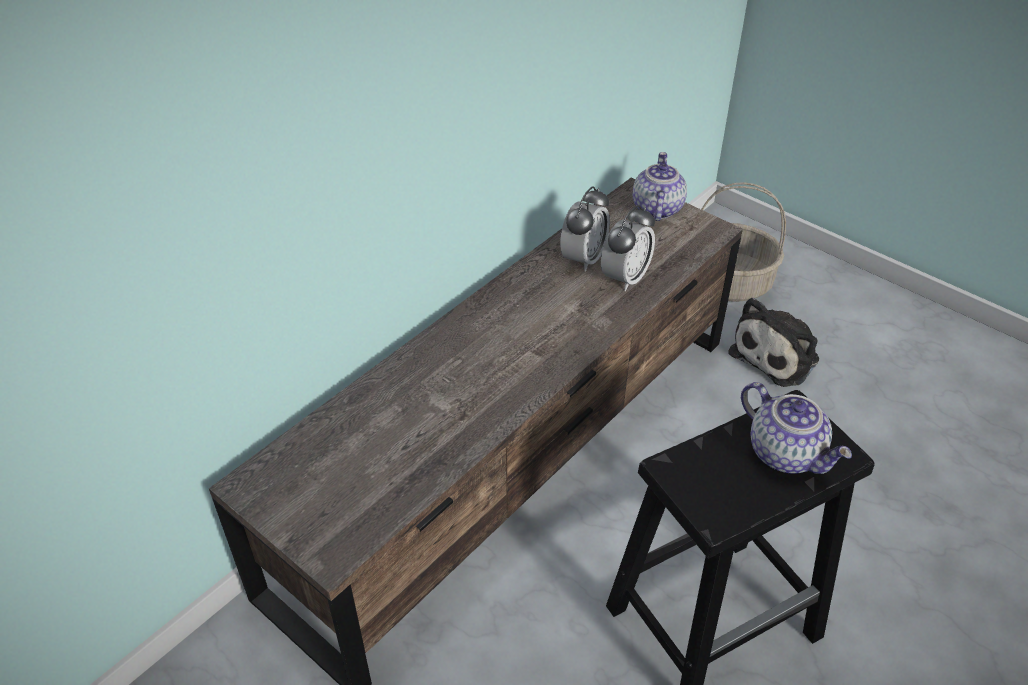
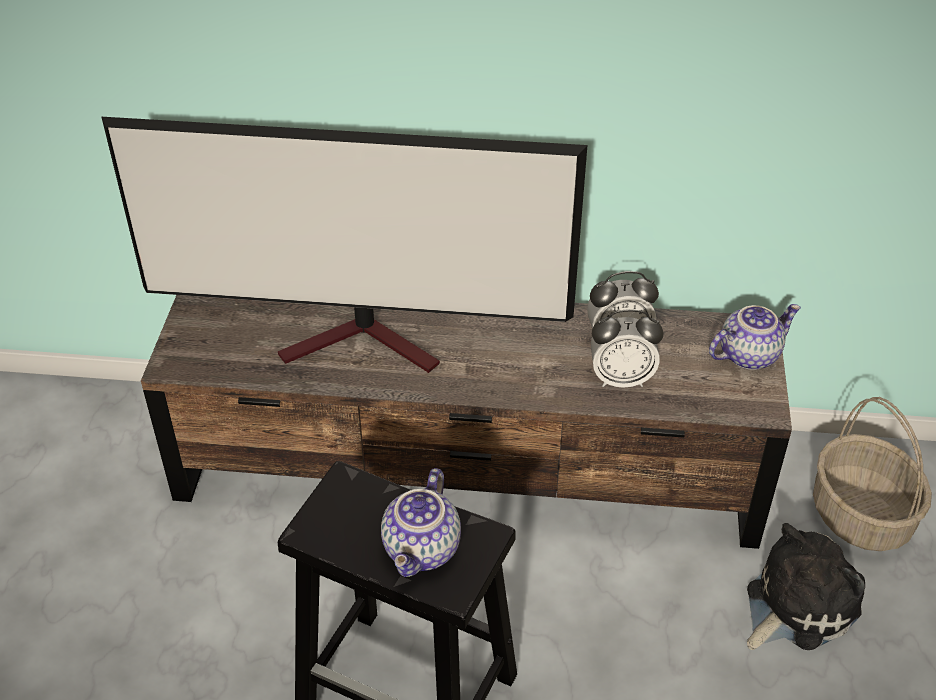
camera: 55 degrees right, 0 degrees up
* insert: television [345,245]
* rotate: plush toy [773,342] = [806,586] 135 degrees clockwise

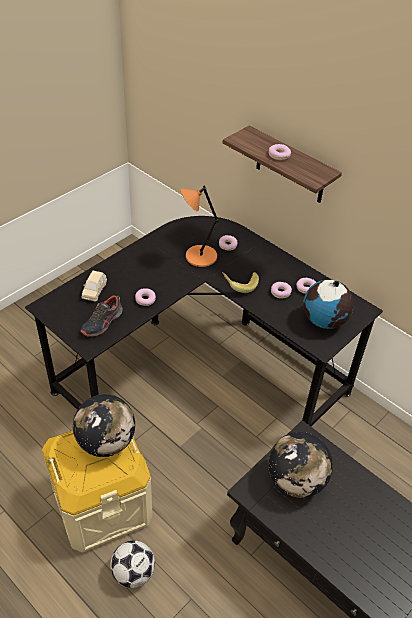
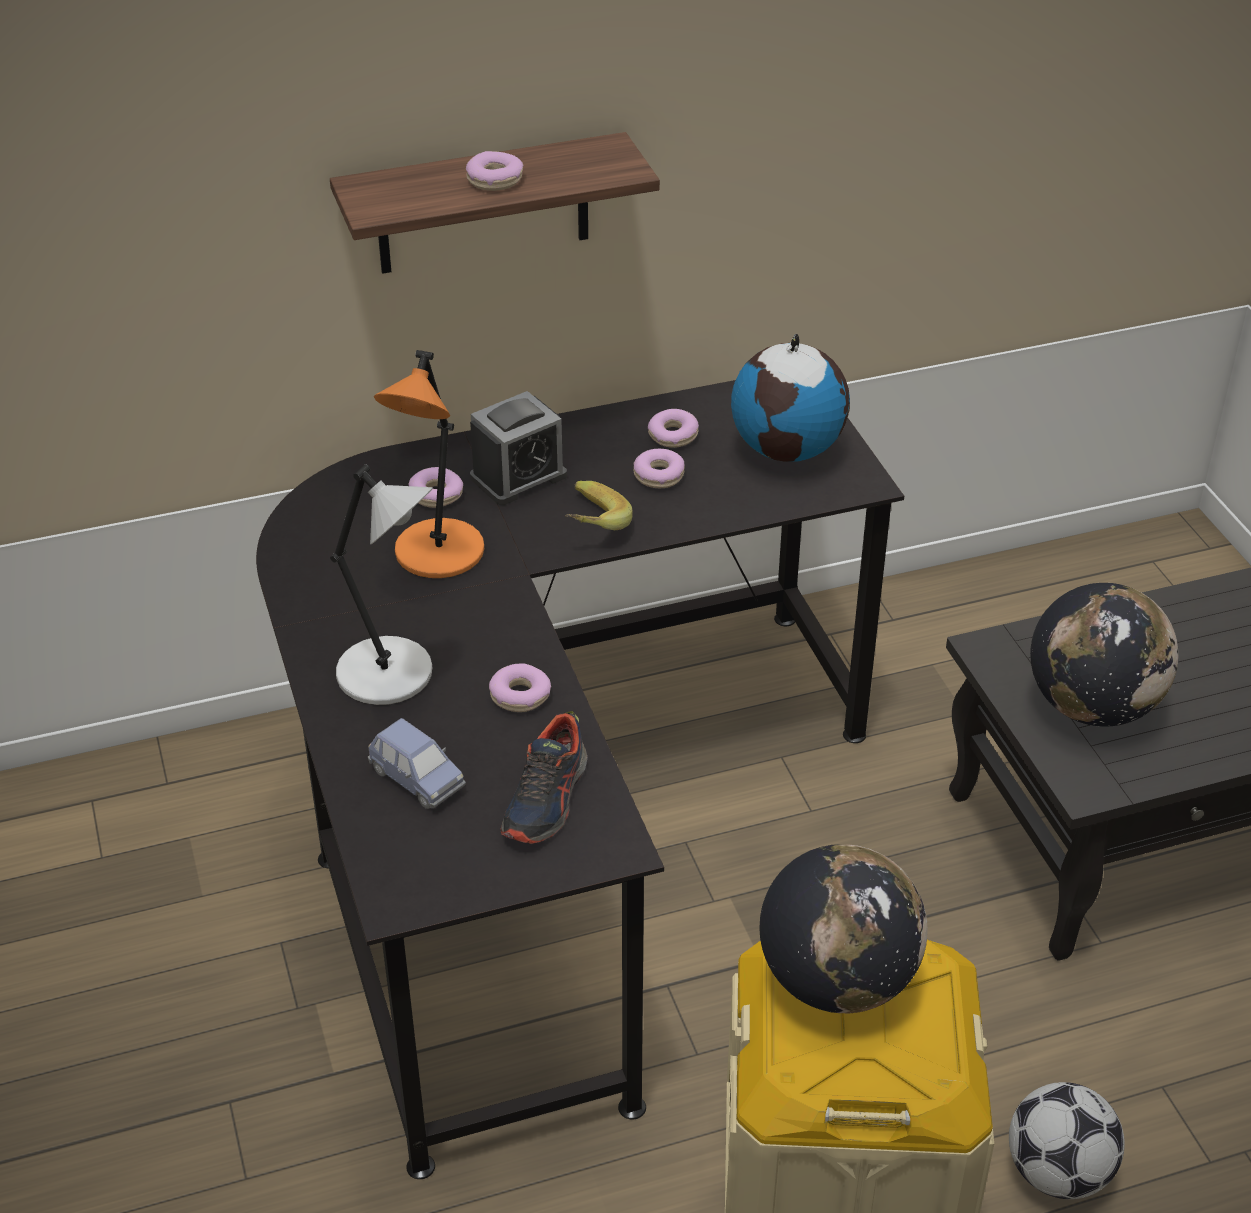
camera: 60 degrees left, 5 degrees down
* insert: grey table lamp [381,585]
* insert: alarm clock [518,448]
* recolor: beige toy car [94,286] to blue toy car [417,763]
* rotate: shoe [101,315] = [543,777] 45 degrees clockwise

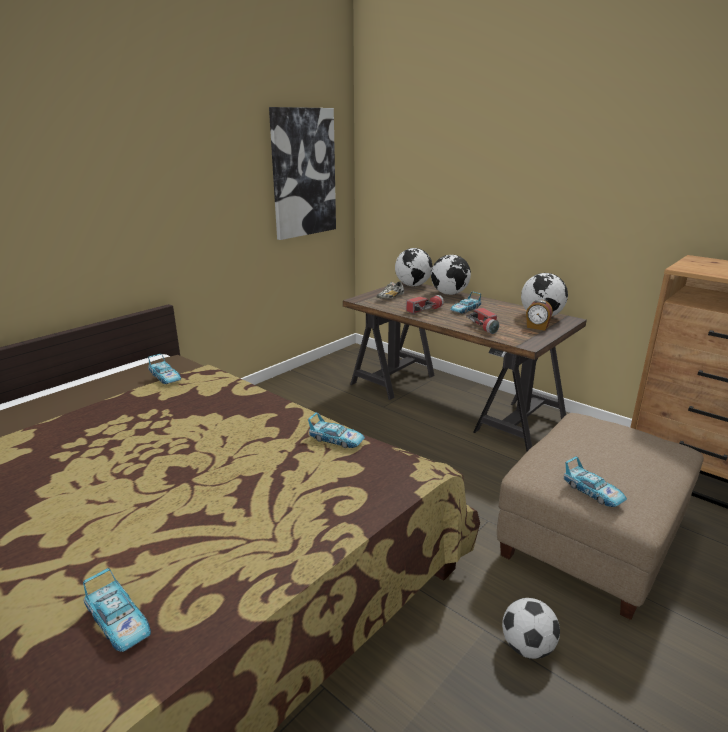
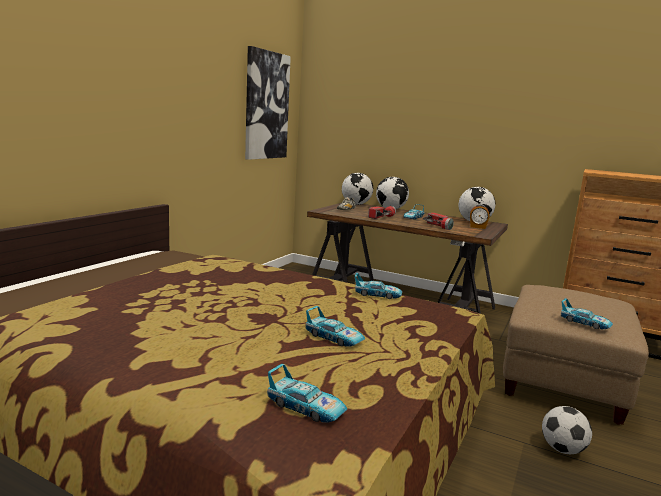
camera: 15 degrees left, 10 degrees down
* move: toy car [164,369] to [335,326]

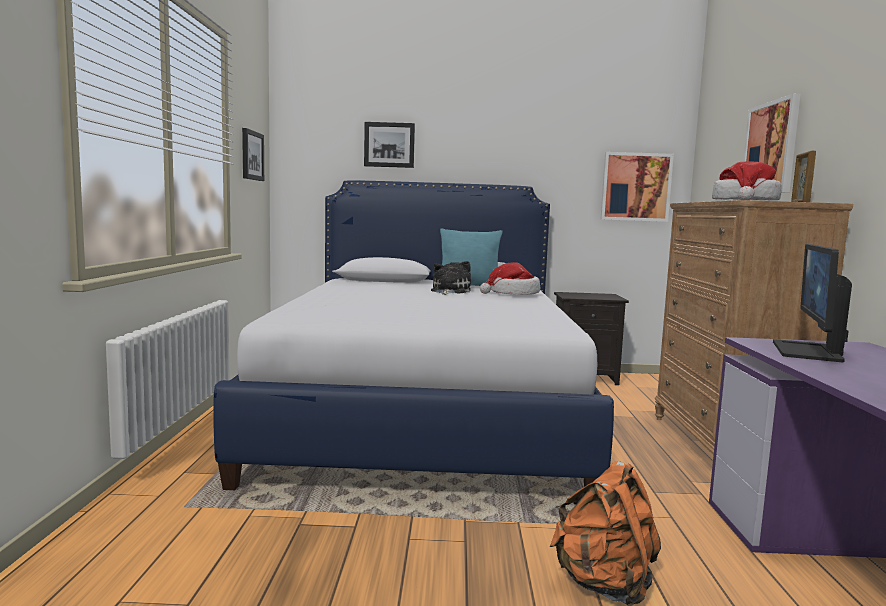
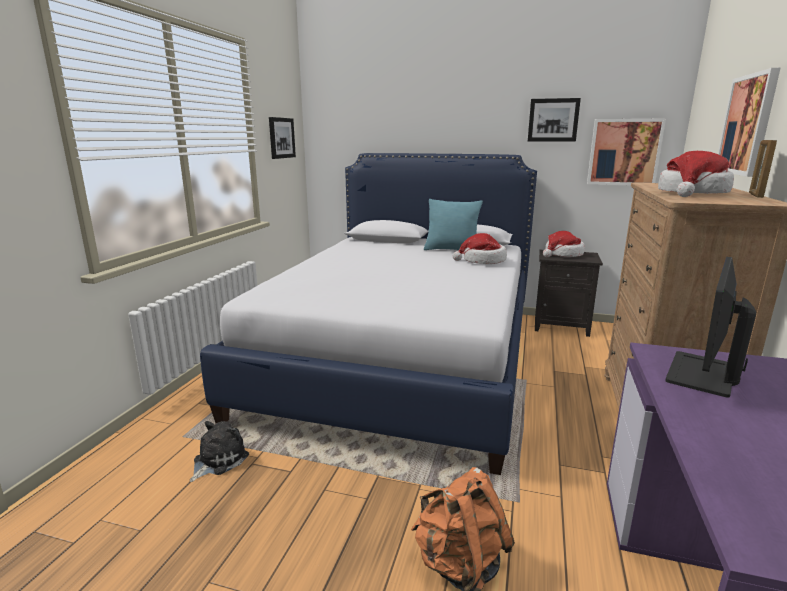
camera: 15 degrees right, 10 degrees up
* insert: hat [564,244]
* move: picture [389,145] to [554,120]
* move: plush toy [451,278] to [219,451]

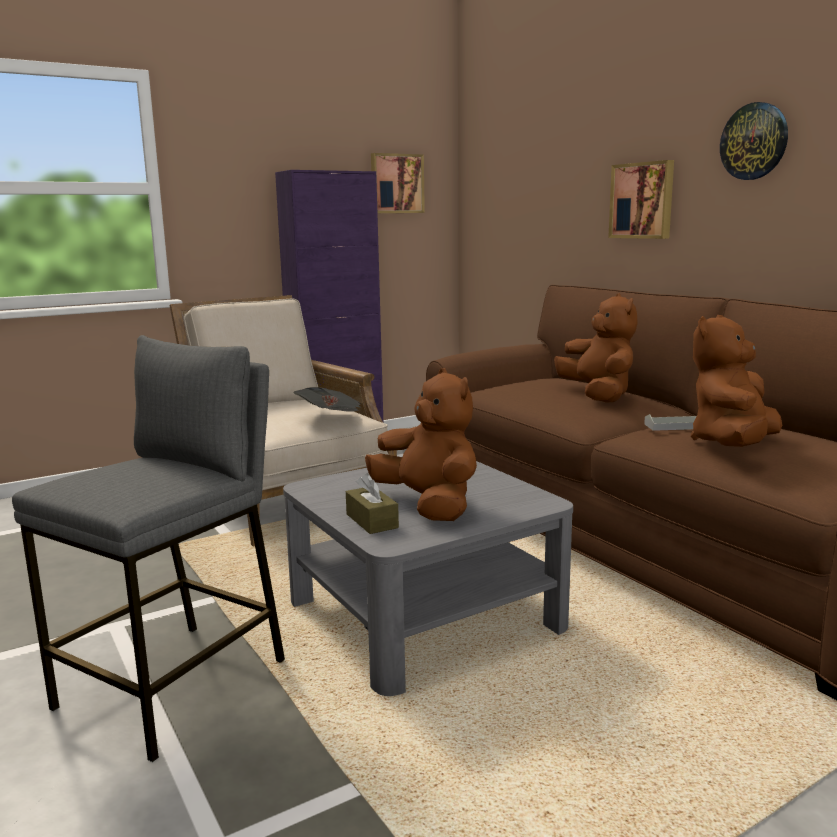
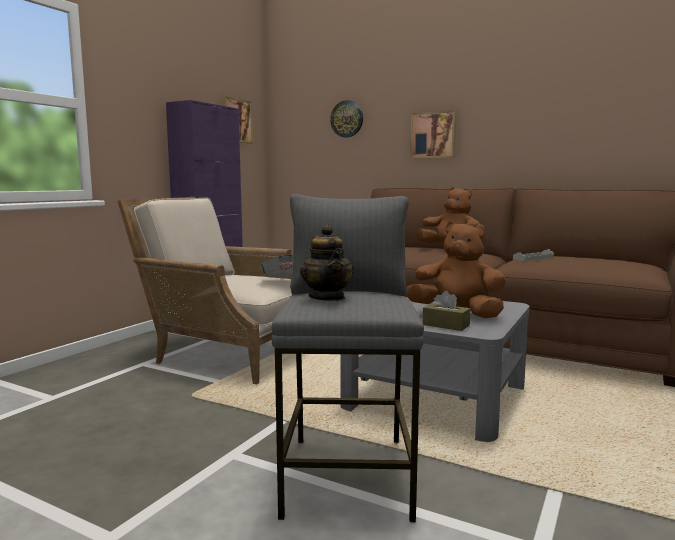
camera: 30 degrees left, 5 degrees down
* delete: brown plush toy [736,381]
* insert: teapot [327,263]
* move: wall clock [754,141] to [346,118]

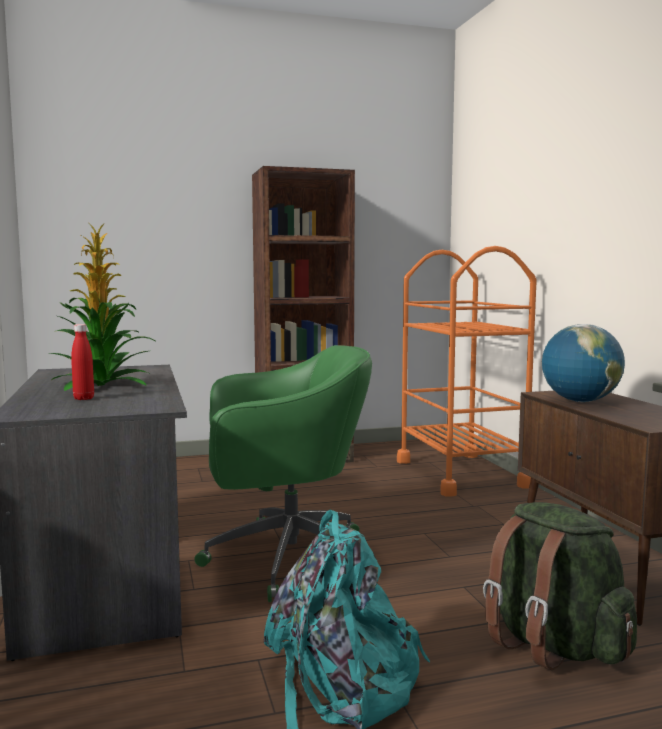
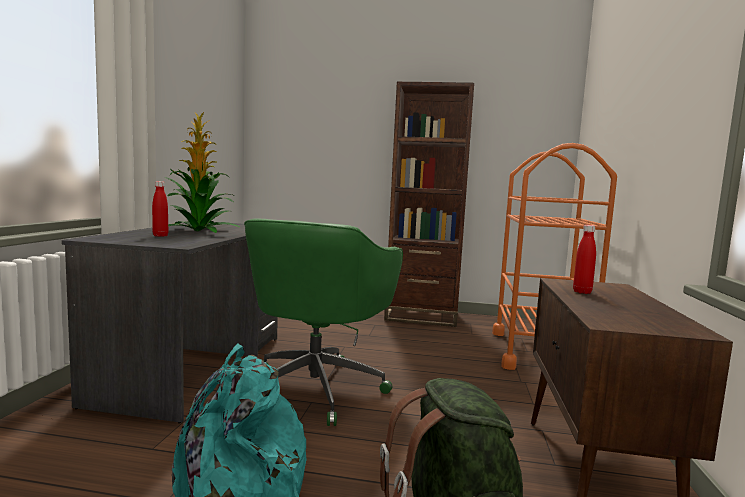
camera: 25 degrees right, 0 degrees up
* replace: globe [583,363] to red bottle [584,259]
* rotate: green office chair [283,473] = [323,322] 90 degrees clockwise

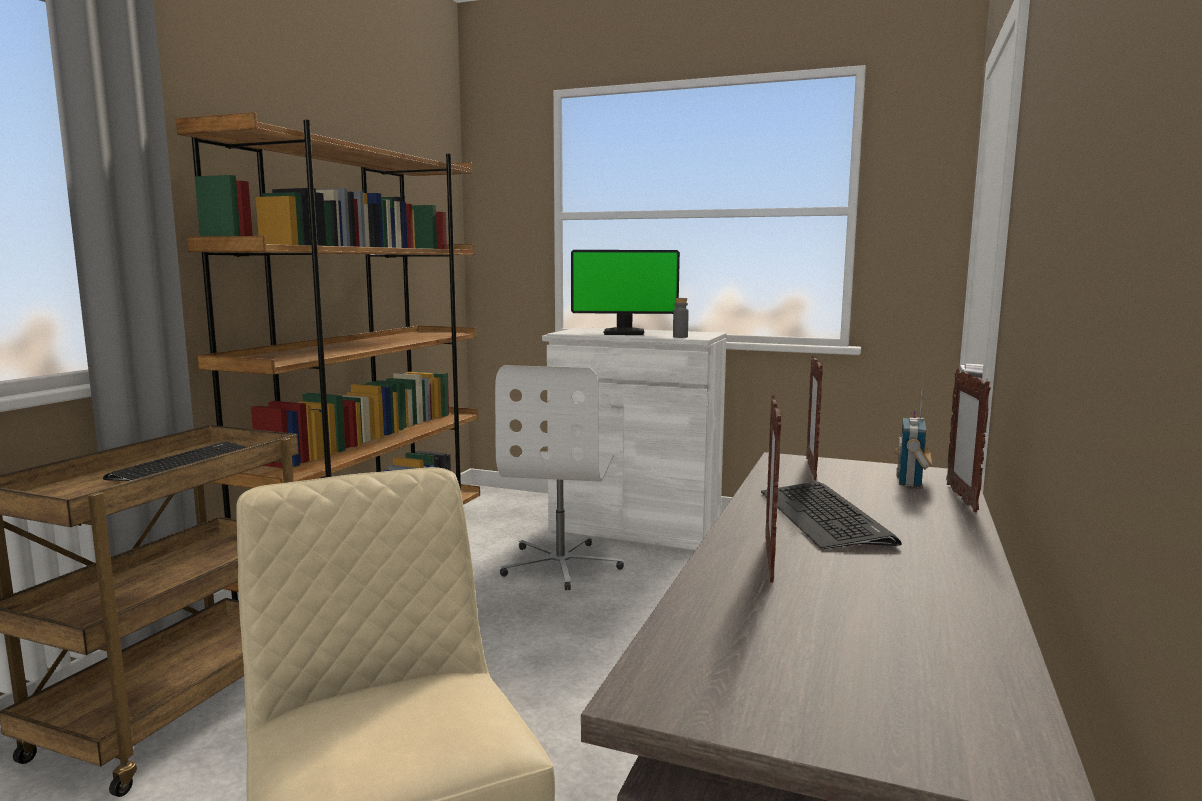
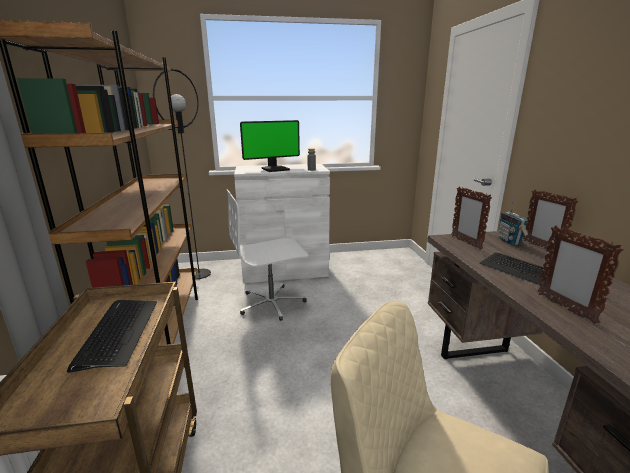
camera: 30 degrees left, 10 degrees up
* insert: black floor lamp [182,174]
* rotate: white office chair [559,478] = [268,255] 90 degrees clockwise

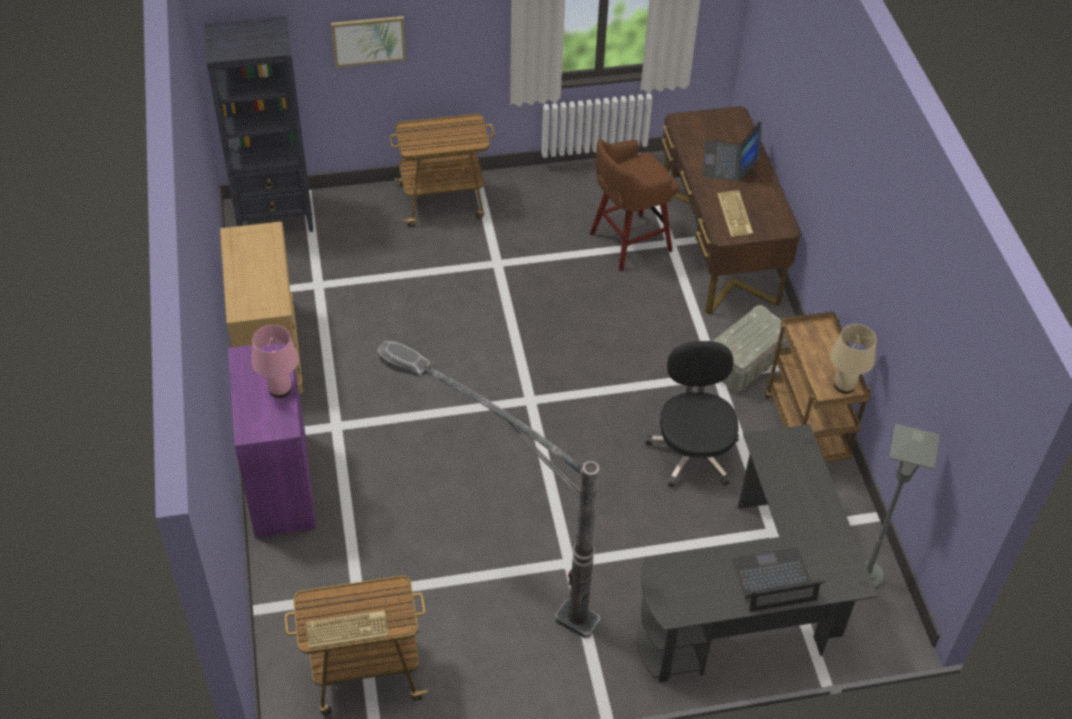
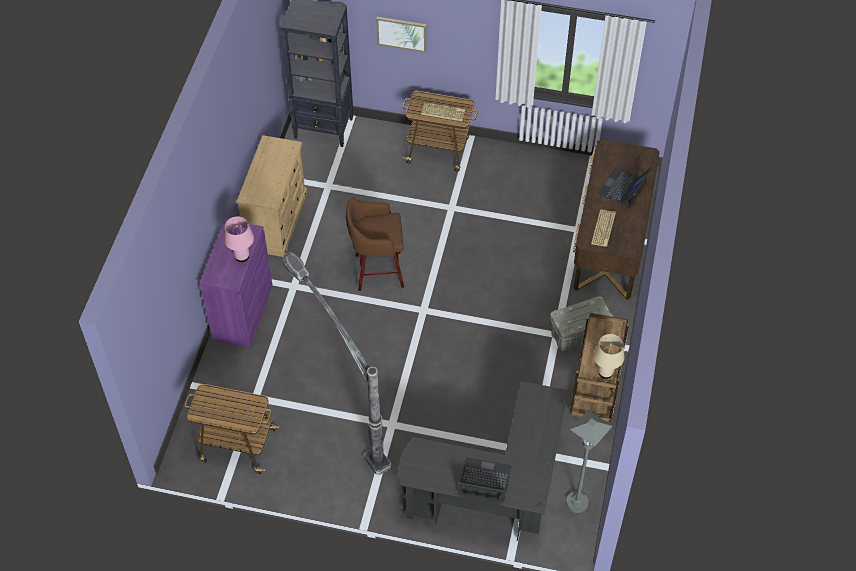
camera: 25 degrees right, 5 degrees up
* delete: black office chair [692,414]
* move: keyboard [347,629] to [443,111]
* move: brown stool [635,205] to [375,244]

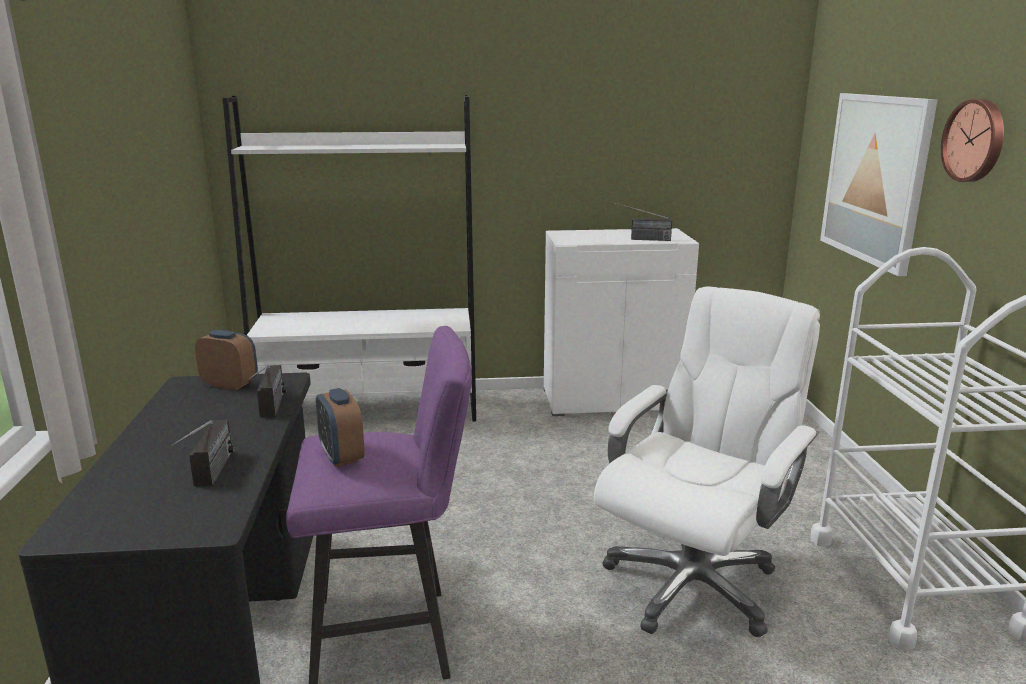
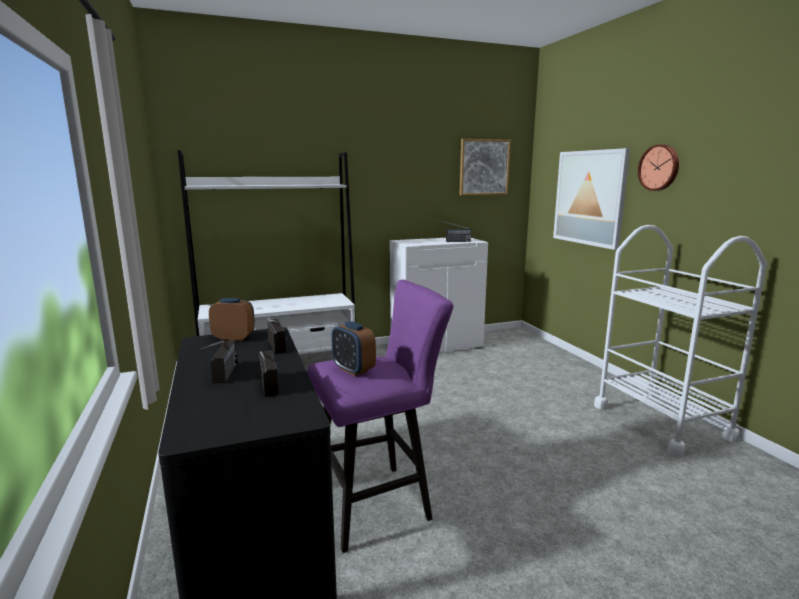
camera: 15 degrees left, 5 degrees down
* delete: white office chair [707,461]
* insert: radio [220,361]
* insert: picture [485,167]

